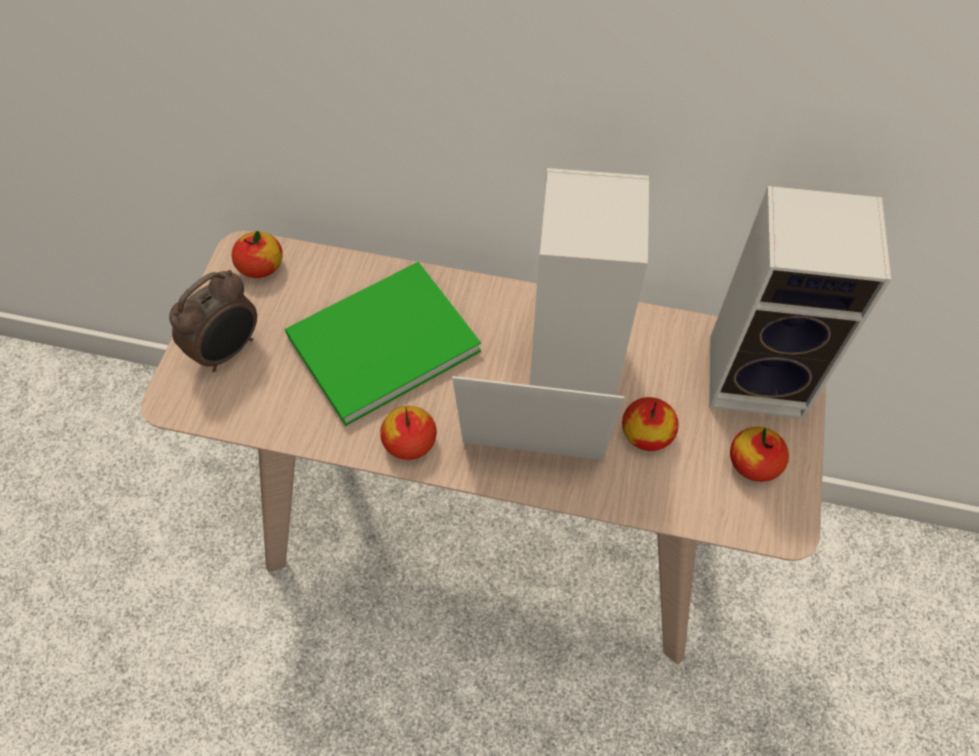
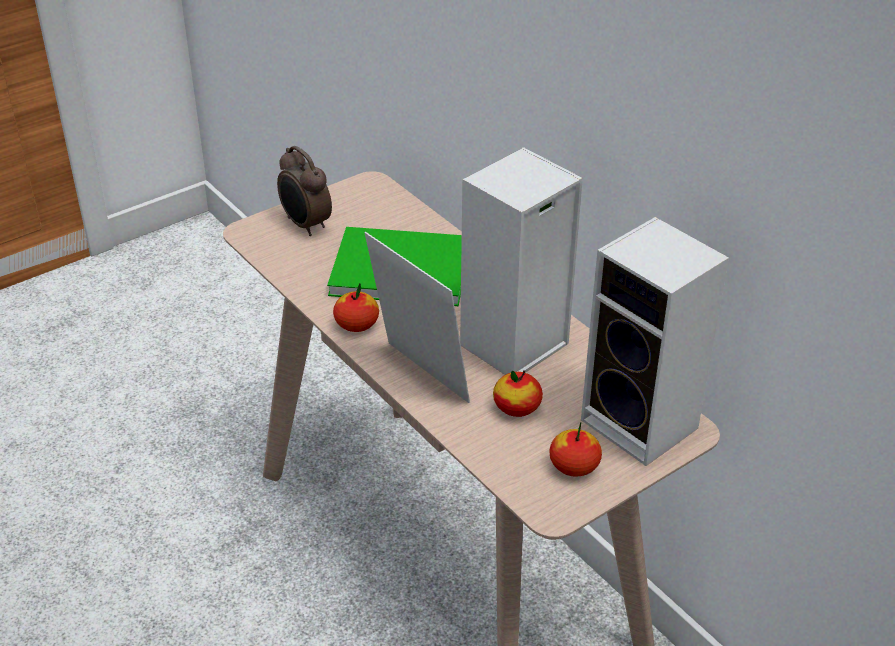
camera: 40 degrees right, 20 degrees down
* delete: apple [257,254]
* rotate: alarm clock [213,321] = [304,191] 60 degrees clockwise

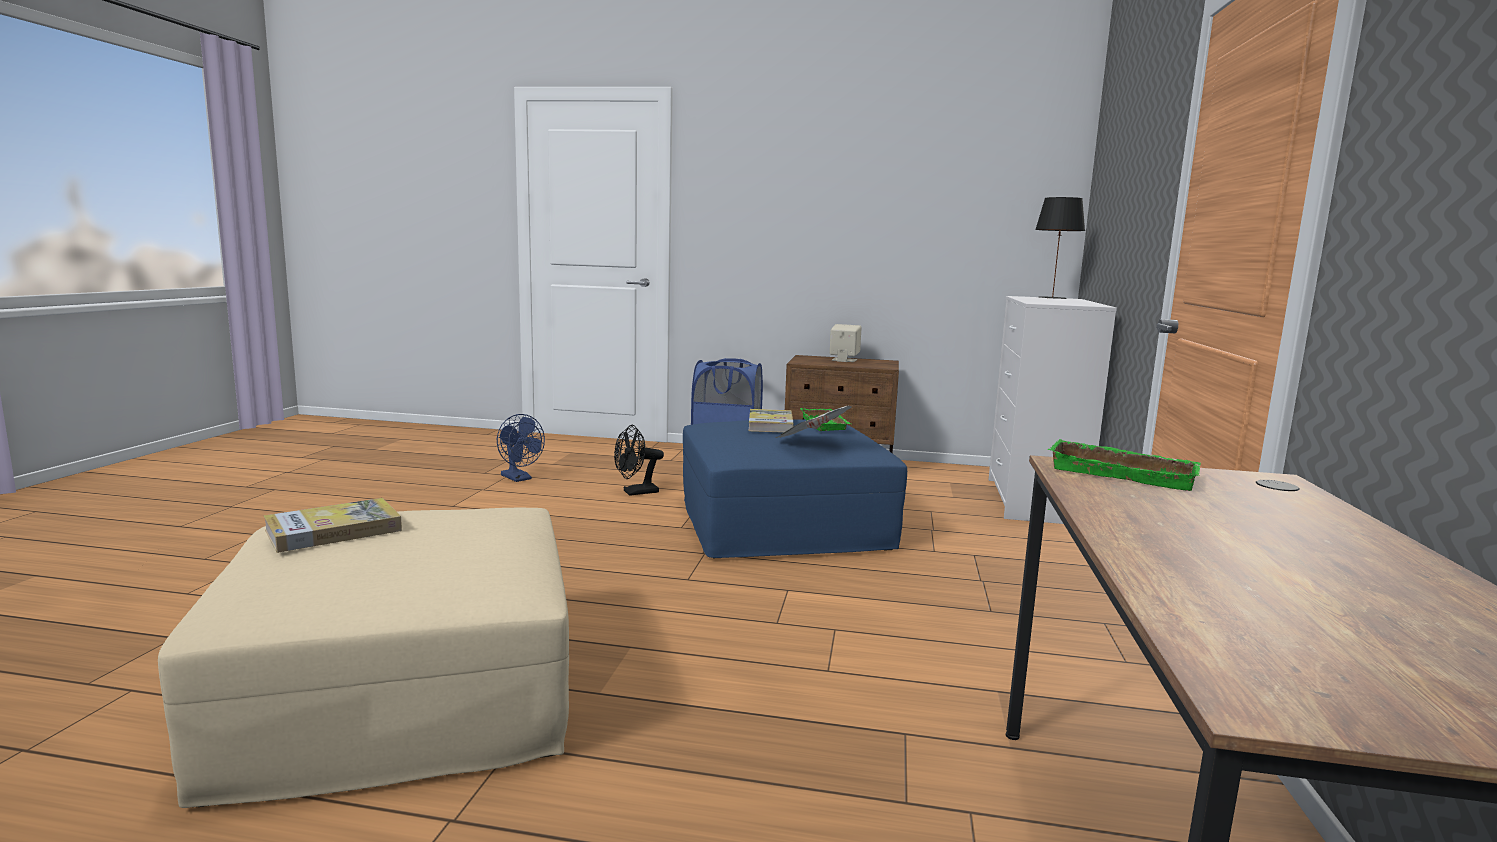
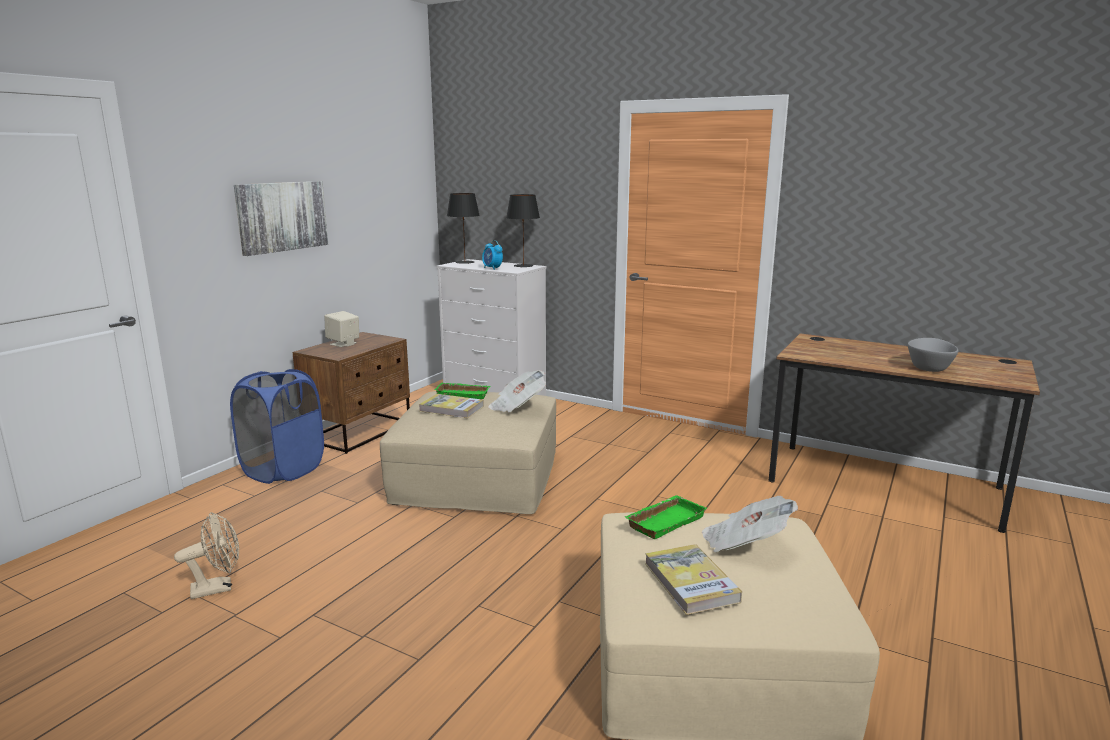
camera: 70 degrees left, 5 degrees up
* delete: black fan [639,460]
* insert: picture [281,218]
* insert: alarm clock [492,255]
* insert: black table lamp [523,230]
* insert: newspaper [750,524]
* insert: grey bowl [933,355]
* move: green tray [1124,465] to [666,517]
* recolor: blue fan [521,448] to beige fan [206,555]
* recolor: blue ottoman [795,488] to beige ottoman [468,452]

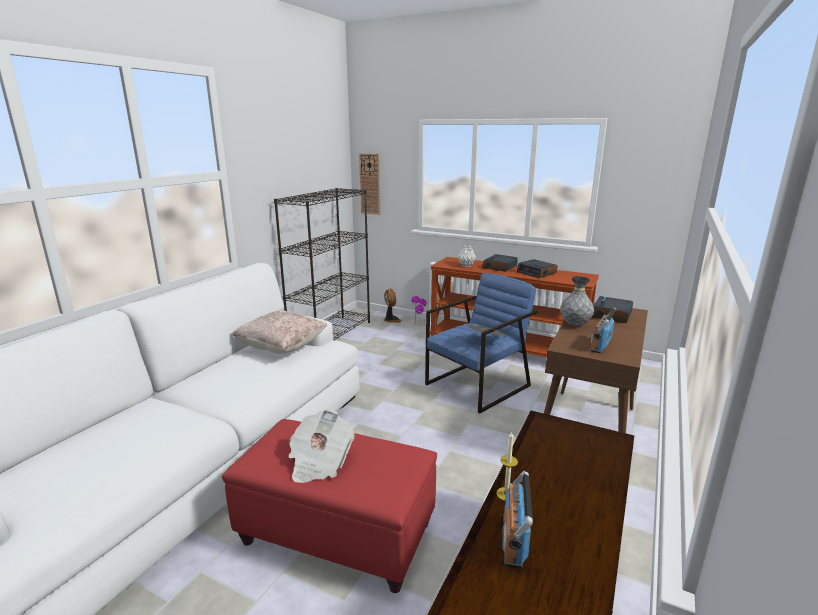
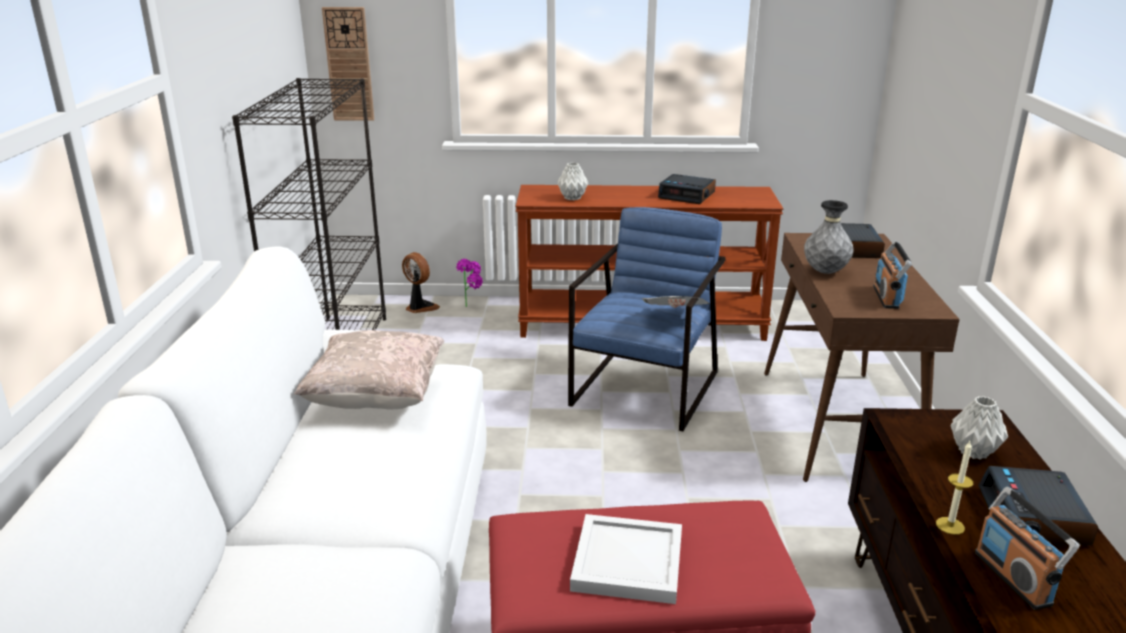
camera: 25 degrees left, 5 degrees up
* insert: grey vase [979,428]
* move: alarm clock [500,263] to [1038,506]
* replace: newspaper [321,446] to white tray [626,559]

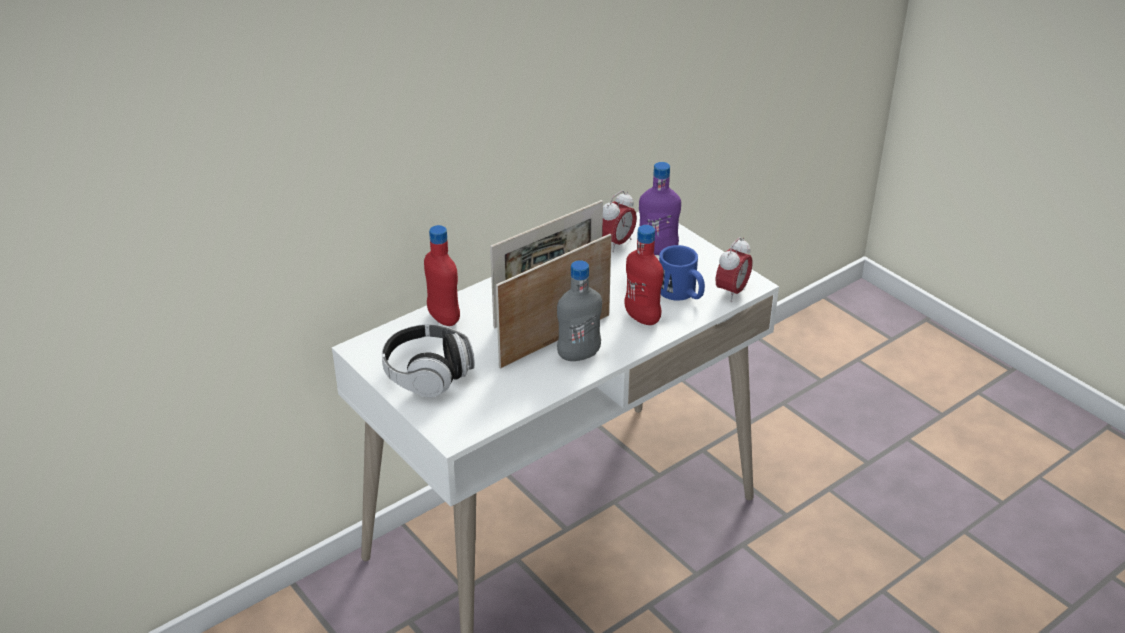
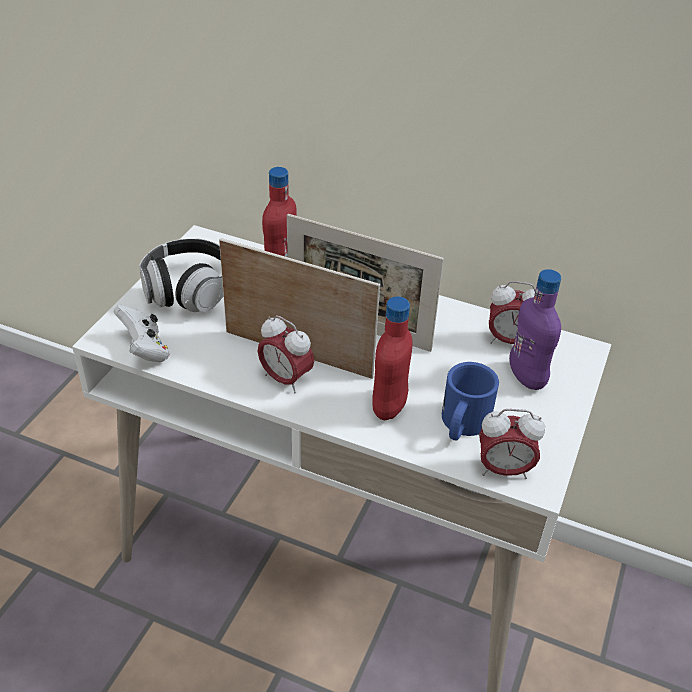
camera: 60 degrees right, 5 degrees up
* insert: white game controller [142,333]
* replace: grey bottle [579,310] to alarm clock [286,354]

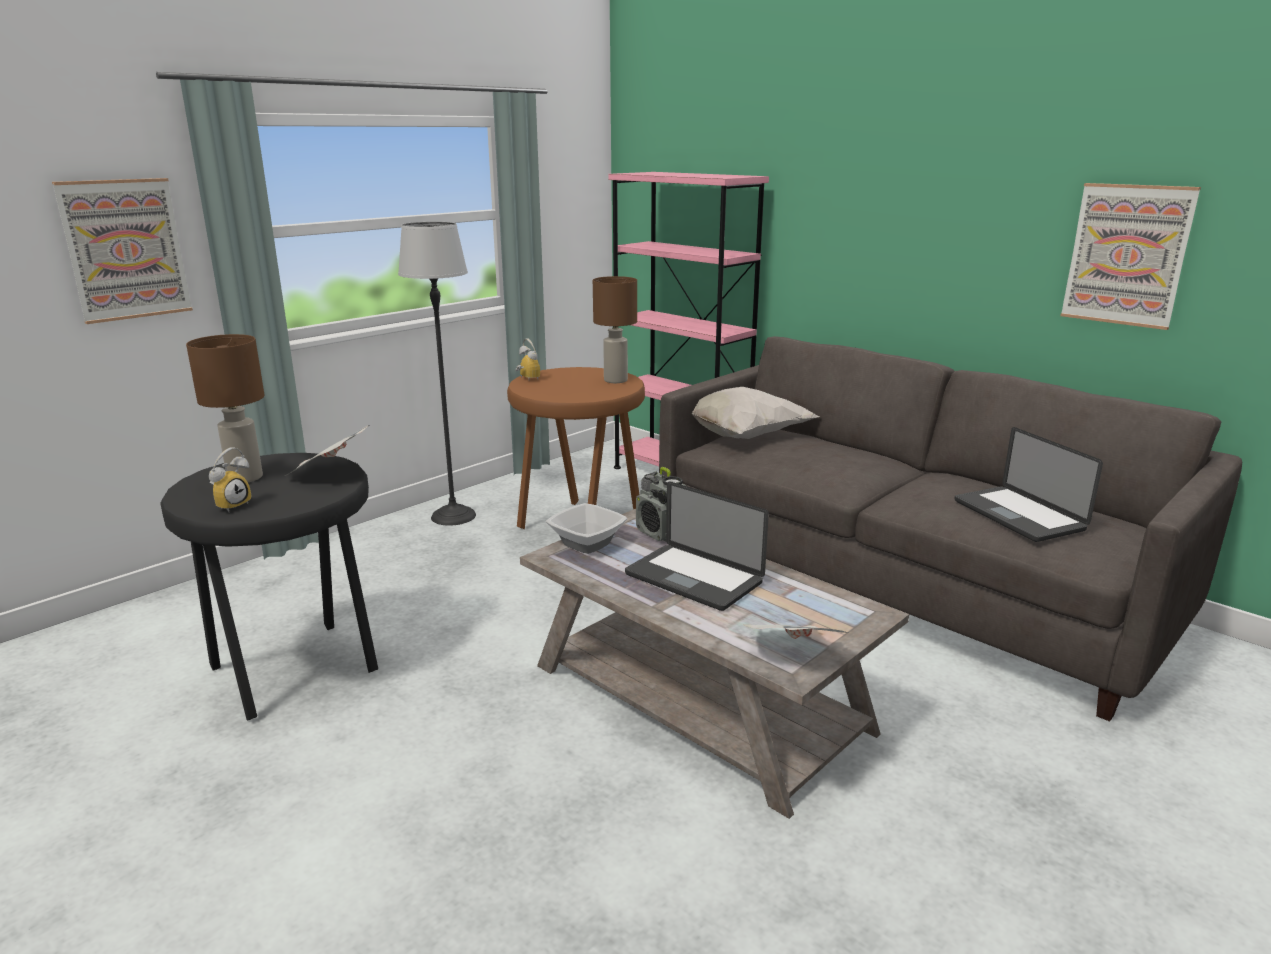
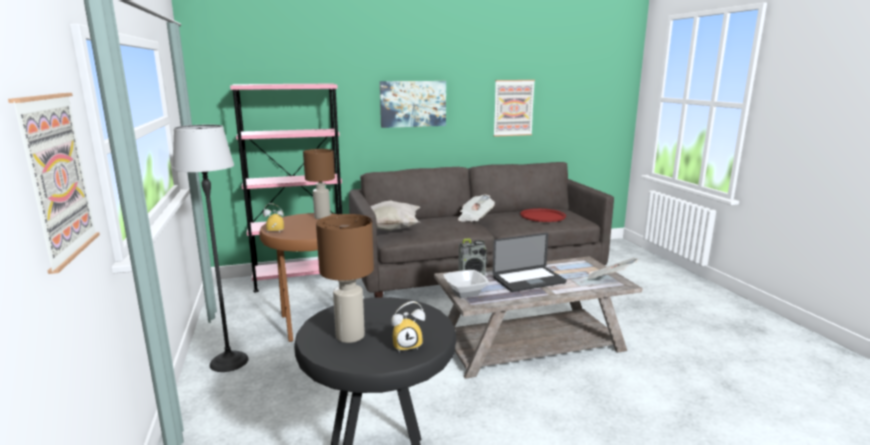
camera: 60 degrees left, 5 degrees down
* insert: picture [413,104]
* move: newspaper [327,450] to [476,208]
* replace: laptop [1028,484] to red tray [543,215]
* rotate: alarm clock [230,479] = [408,326] 105 degrees clockwise

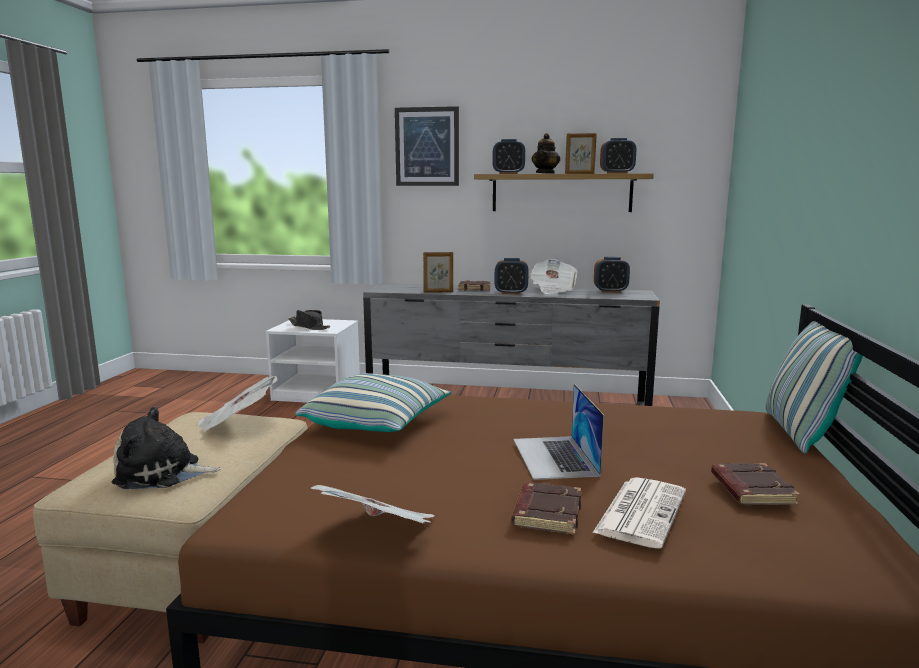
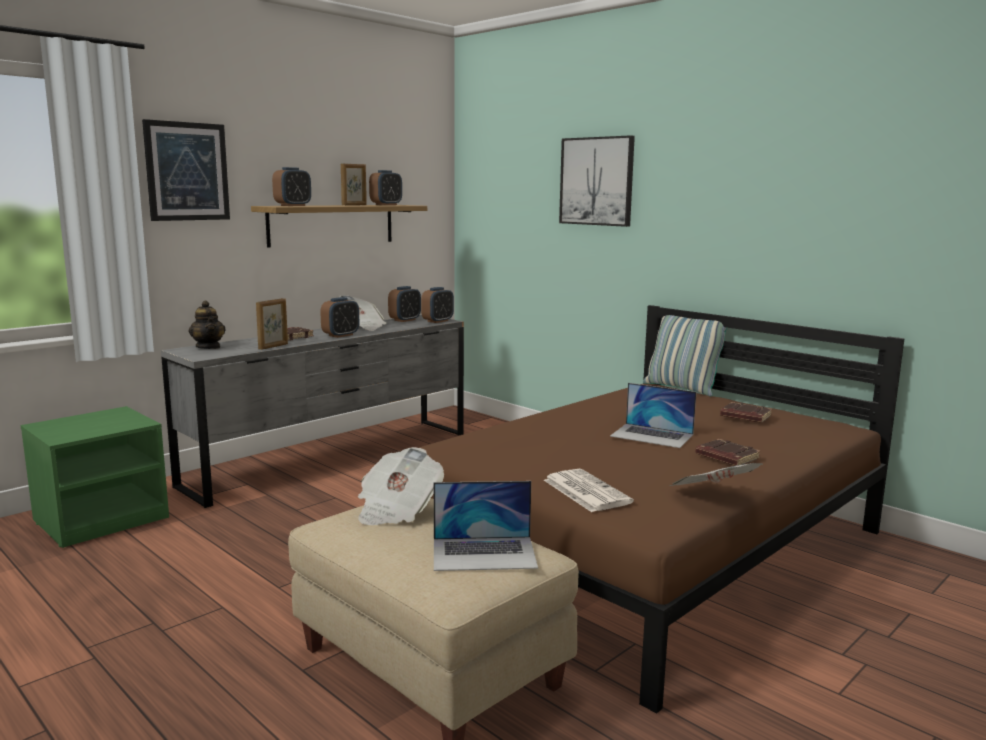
camera: 55 degrees left, 0 degrees up
* delete: black hat [309,320]
* delete: pillow [373,402]
* insert: alarm clock [437,305]
* insert: picture [597,181]
* move: teapot [546,153] to [207,325]
* move: newspaper [639,513] to [589,490]
* replace: plush toy [166,447] to laptop [486,526]
* recolor: white nightstand [313,361] to green nightstand [94,477]

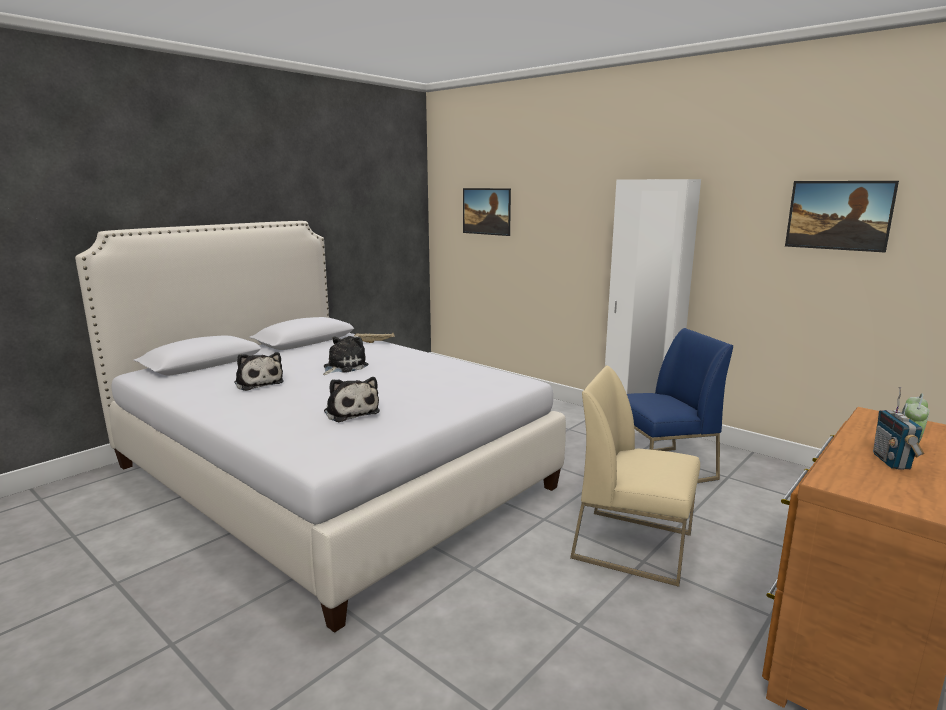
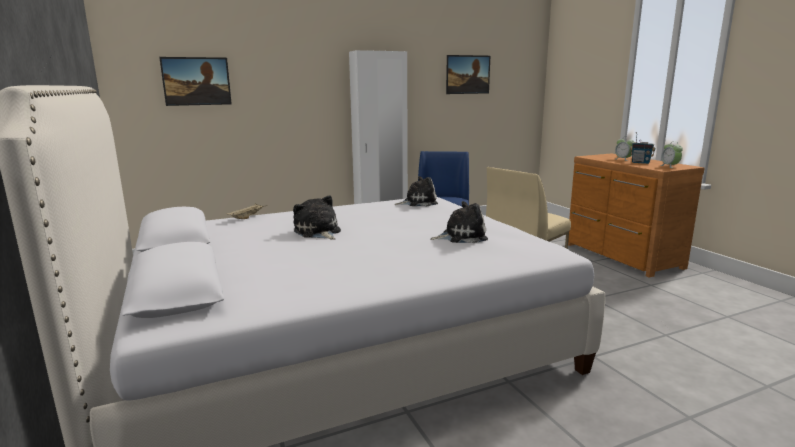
camera: 65 degrees left, 0 degrees up
* insert: alarm clock [671,154]
* move: plush toy [259,371] to [416,191]

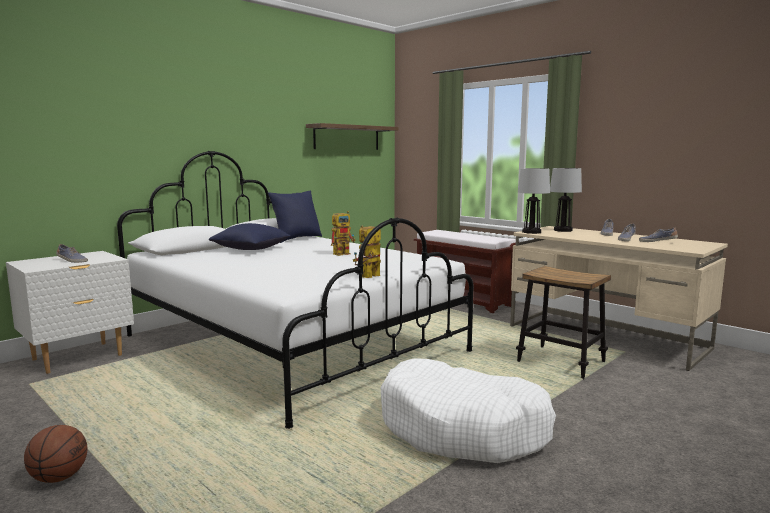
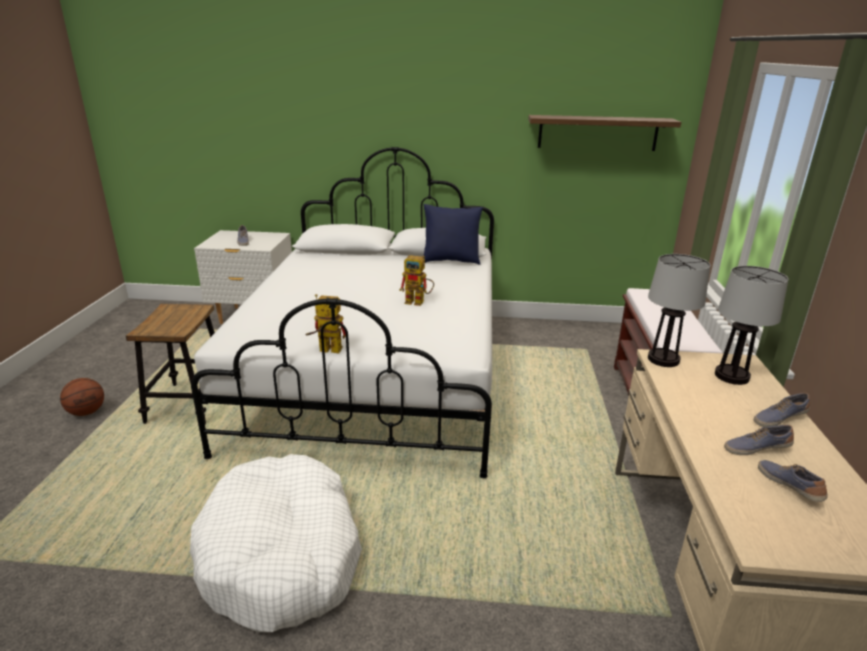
camera: 50 degrees right, 15 degrees up
* delete: blue pillow [250,236]
* move: stool [563,323] to [170,364]

